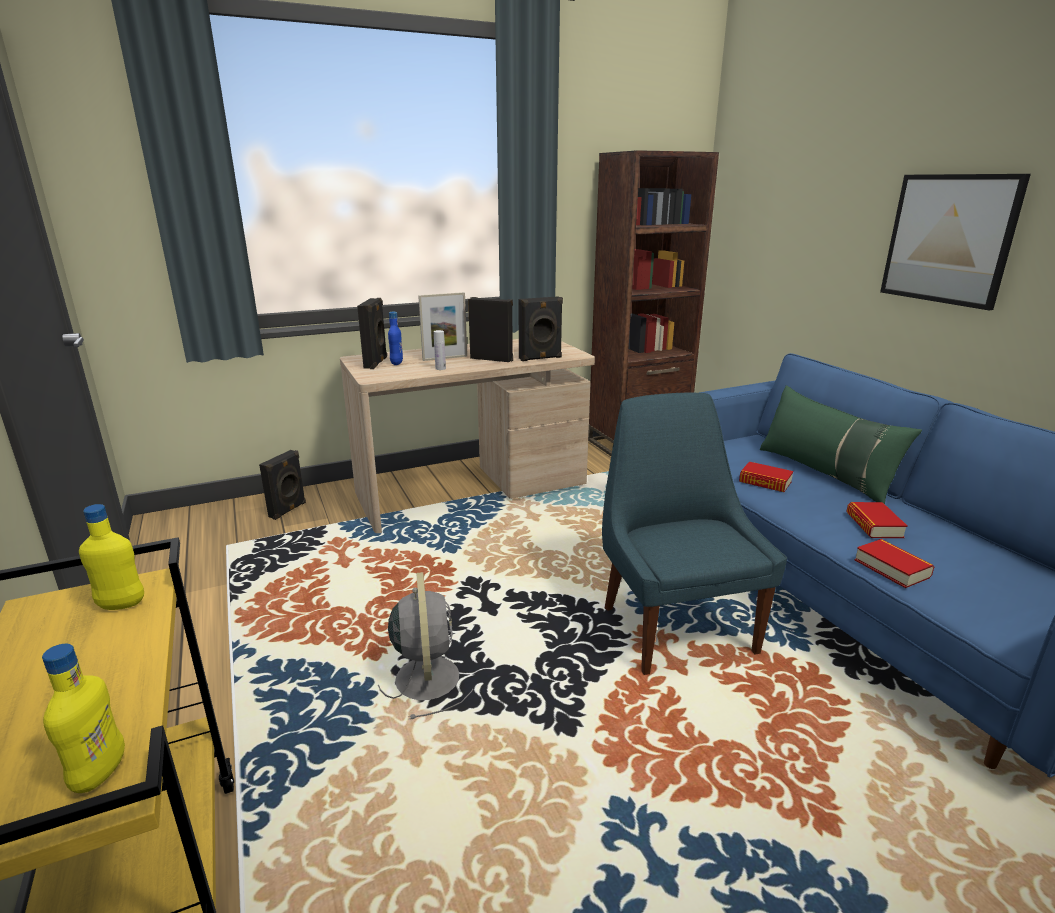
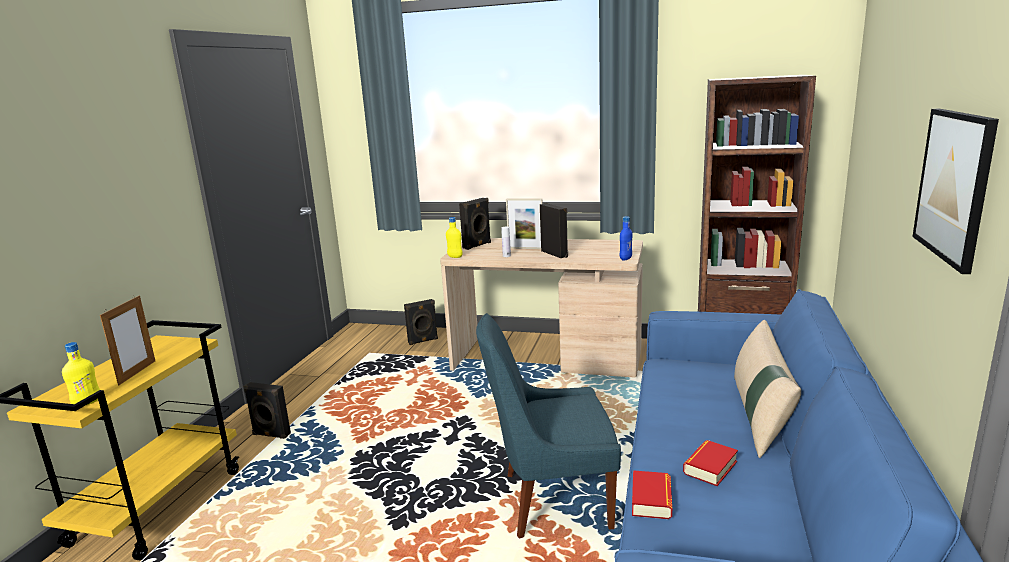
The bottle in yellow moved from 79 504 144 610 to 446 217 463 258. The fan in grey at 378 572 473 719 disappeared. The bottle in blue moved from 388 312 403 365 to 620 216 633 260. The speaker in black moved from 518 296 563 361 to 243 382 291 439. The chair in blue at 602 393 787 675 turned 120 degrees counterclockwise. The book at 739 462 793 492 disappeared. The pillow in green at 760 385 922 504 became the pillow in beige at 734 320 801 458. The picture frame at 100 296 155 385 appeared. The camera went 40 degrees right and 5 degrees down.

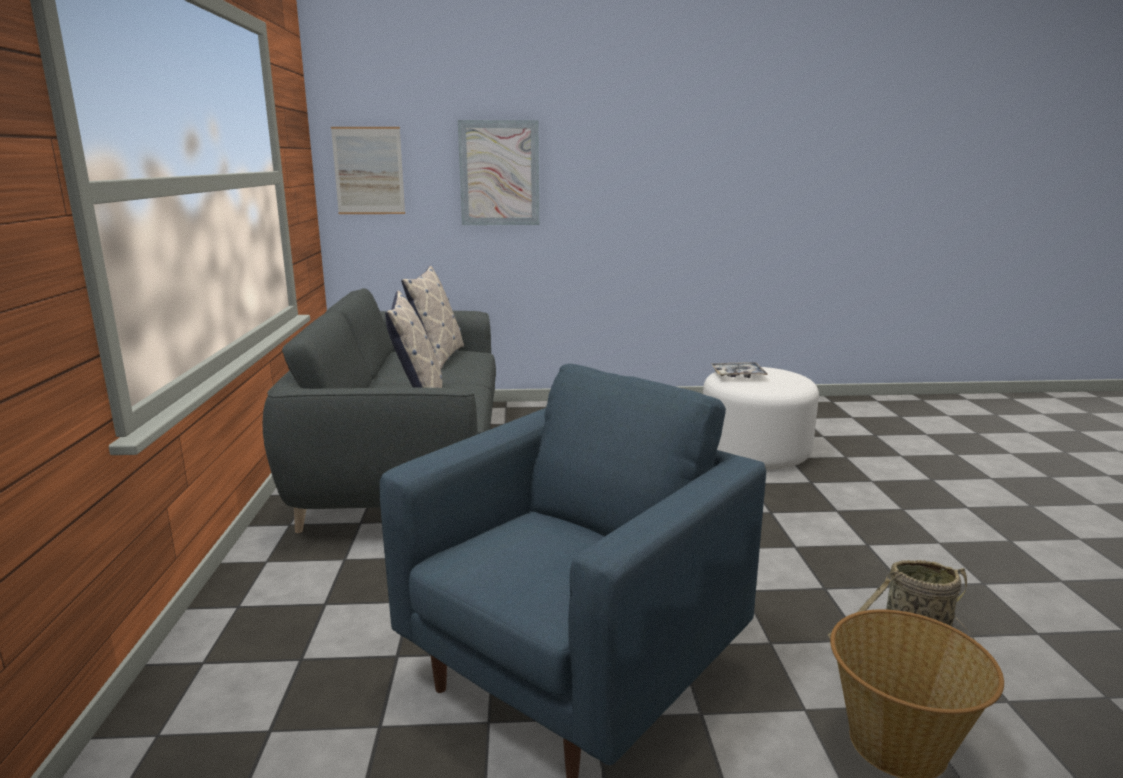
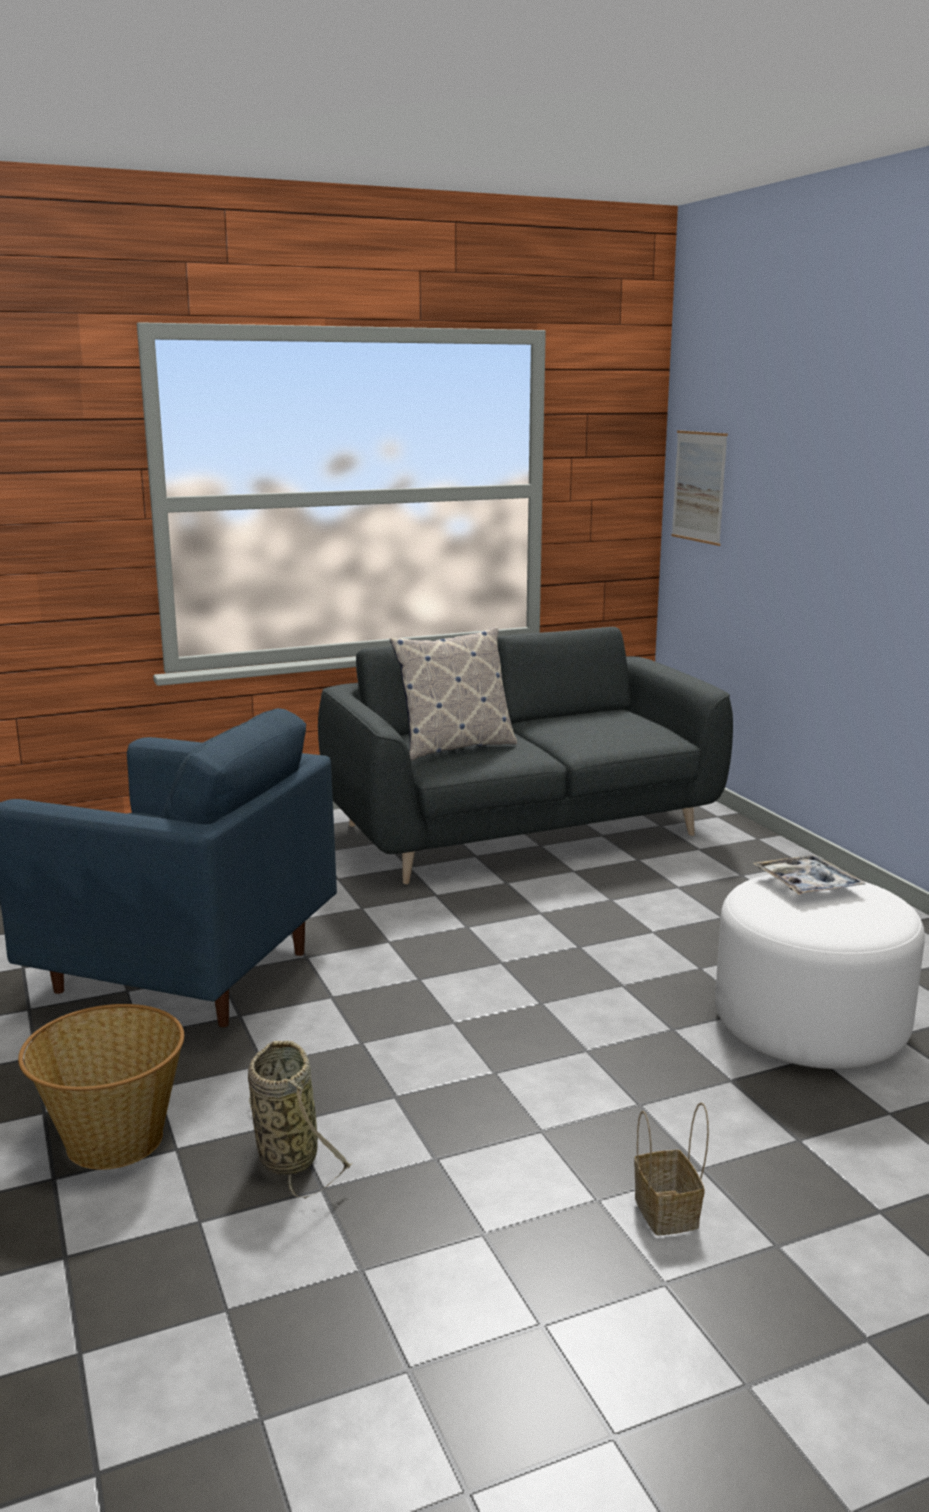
The pillow at 401 266 464 369 disappeared. The picture at 458 120 539 225 disappeared. The basket at 634 1102 709 1236 appeared. The camera went 70 degrees right and 0 degrees up.

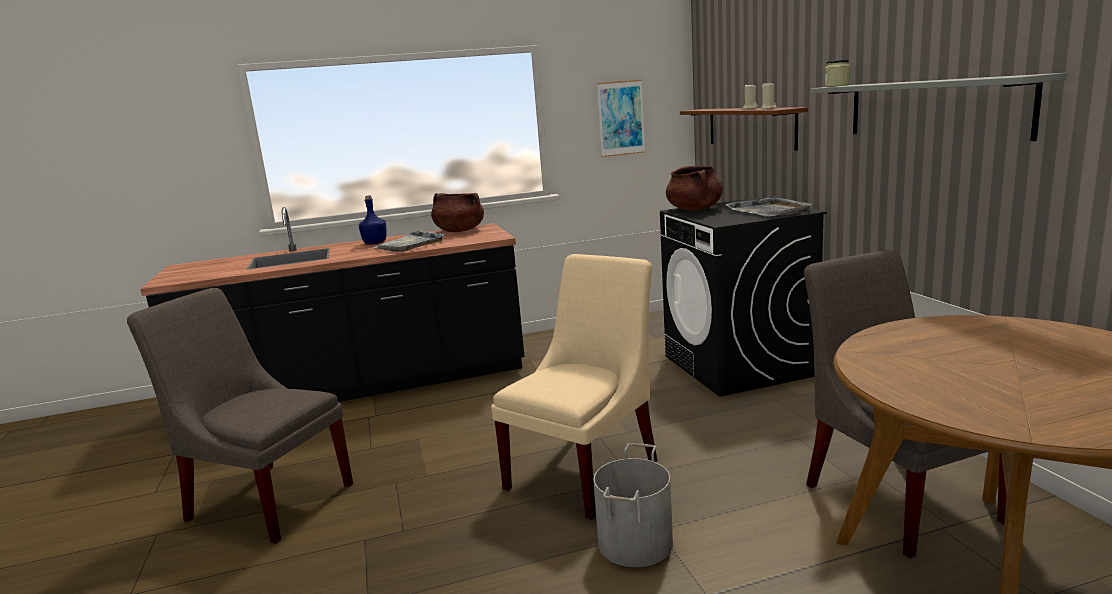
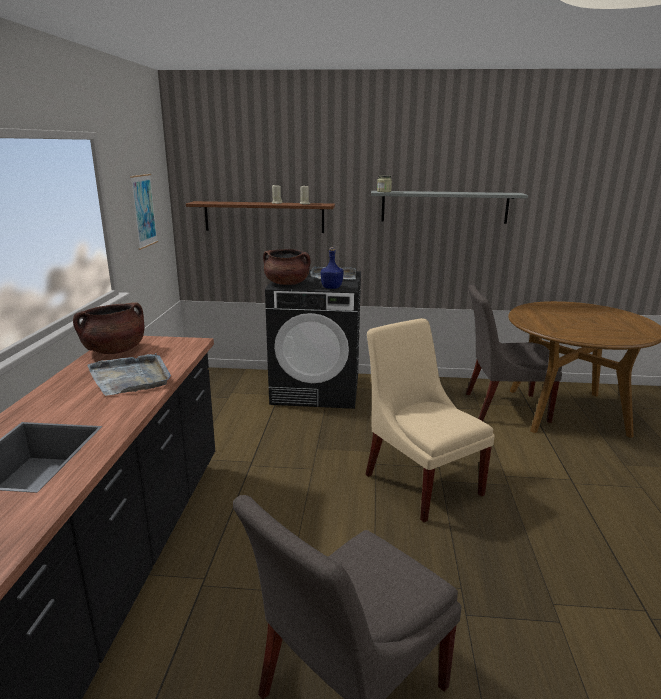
The bottle in blue moved from 359 195 387 244 to 321 247 344 289. The bucket in grey at 594 443 673 567 disappeared. The camera went 70 degrees left and 5 degrees up.

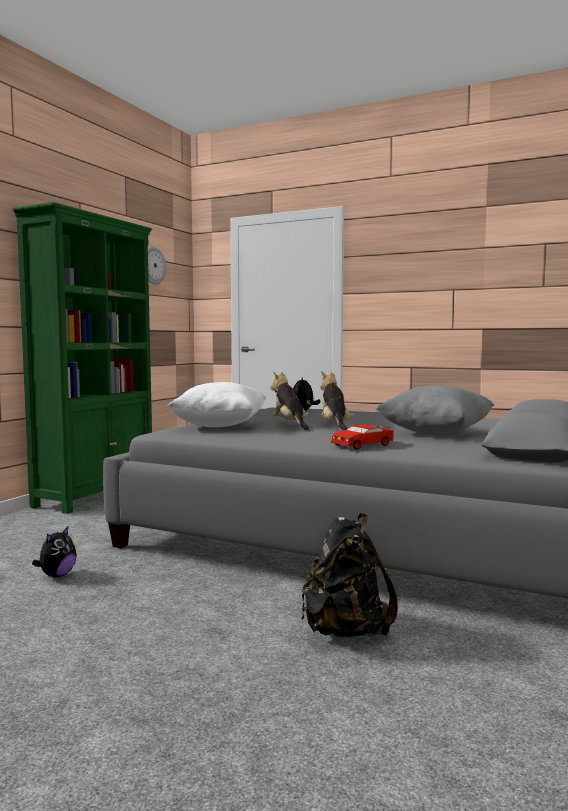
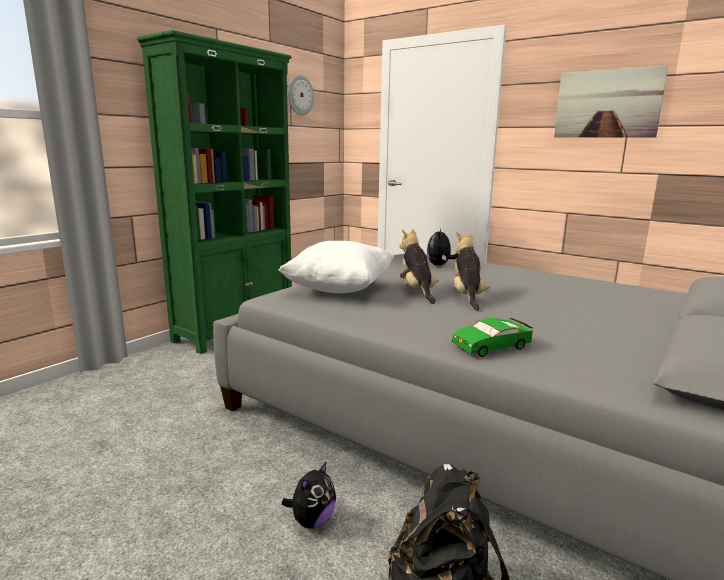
The plush toy moved from 32 526 77 577 to 282 461 336 528. The toy car in red at 331 424 394 450 became the toy car in green at 451 318 533 357. The pillow in grey at 377 386 495 434 disappeared. The picture at 554 66 668 138 appeared. The camera went 10 degrees right and 10 degrees up.

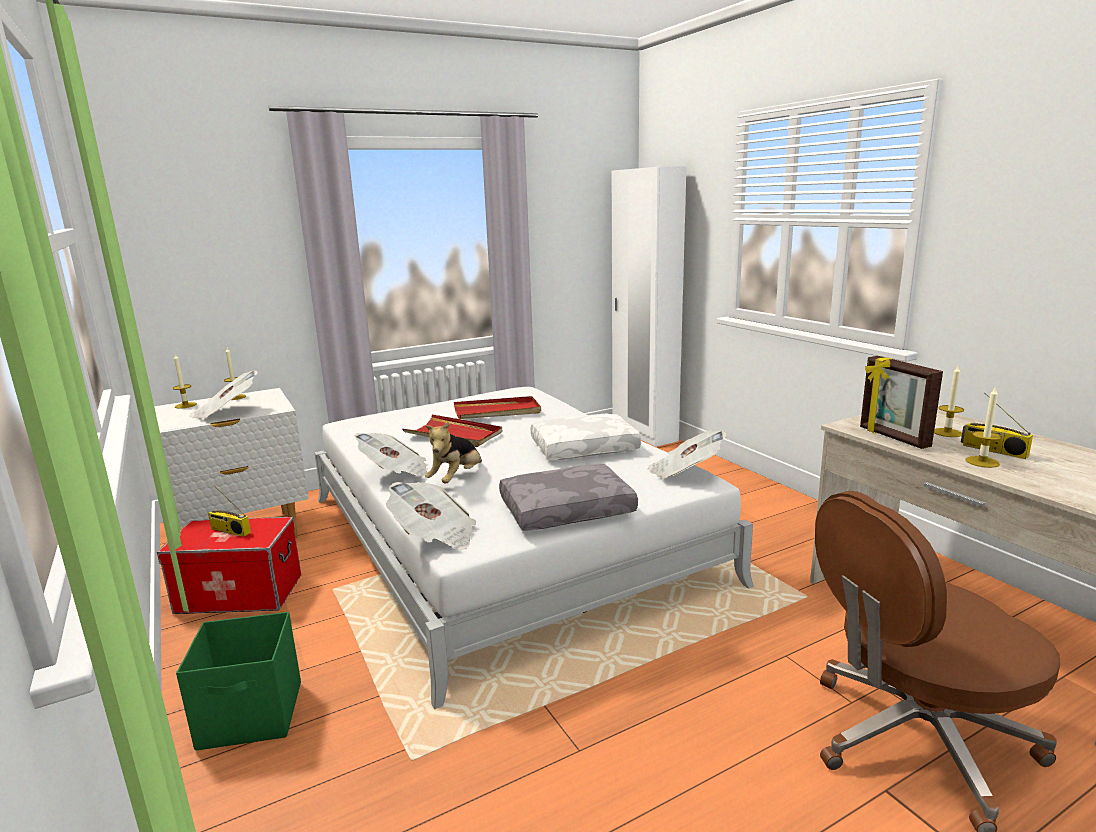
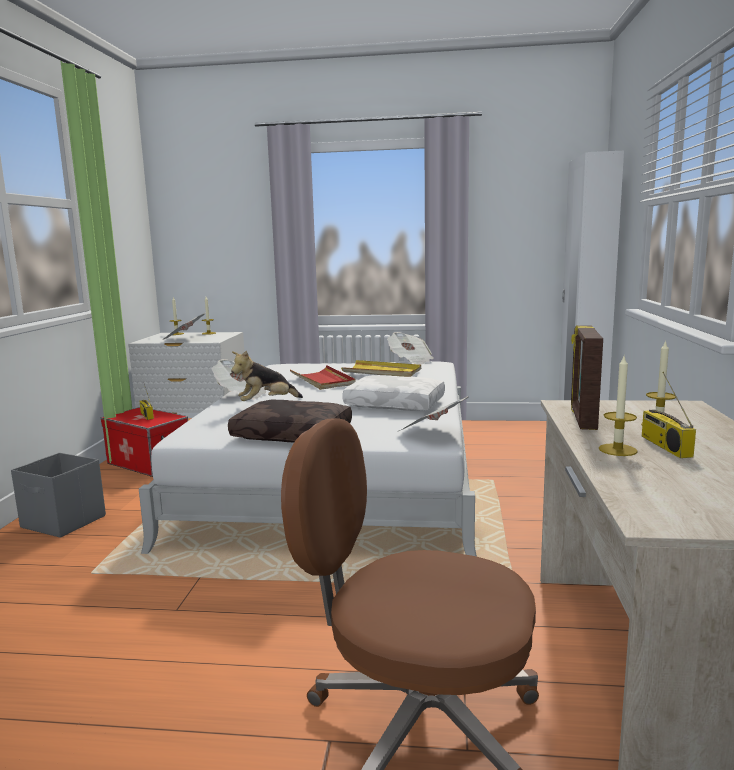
The storage box in green at 176 612 301 750 became the storage box in grey at 11 453 106 538. The newspaper moved from 386 482 476 550 to 387 332 434 365. The tray in red at 454 396 541 419 became the tray in yellow at 341 360 421 377. The pillow in grey at 499 464 638 531 became the pillow in brown at 228 400 352 443. The camera went 35 degrees right and 5 degrees down.

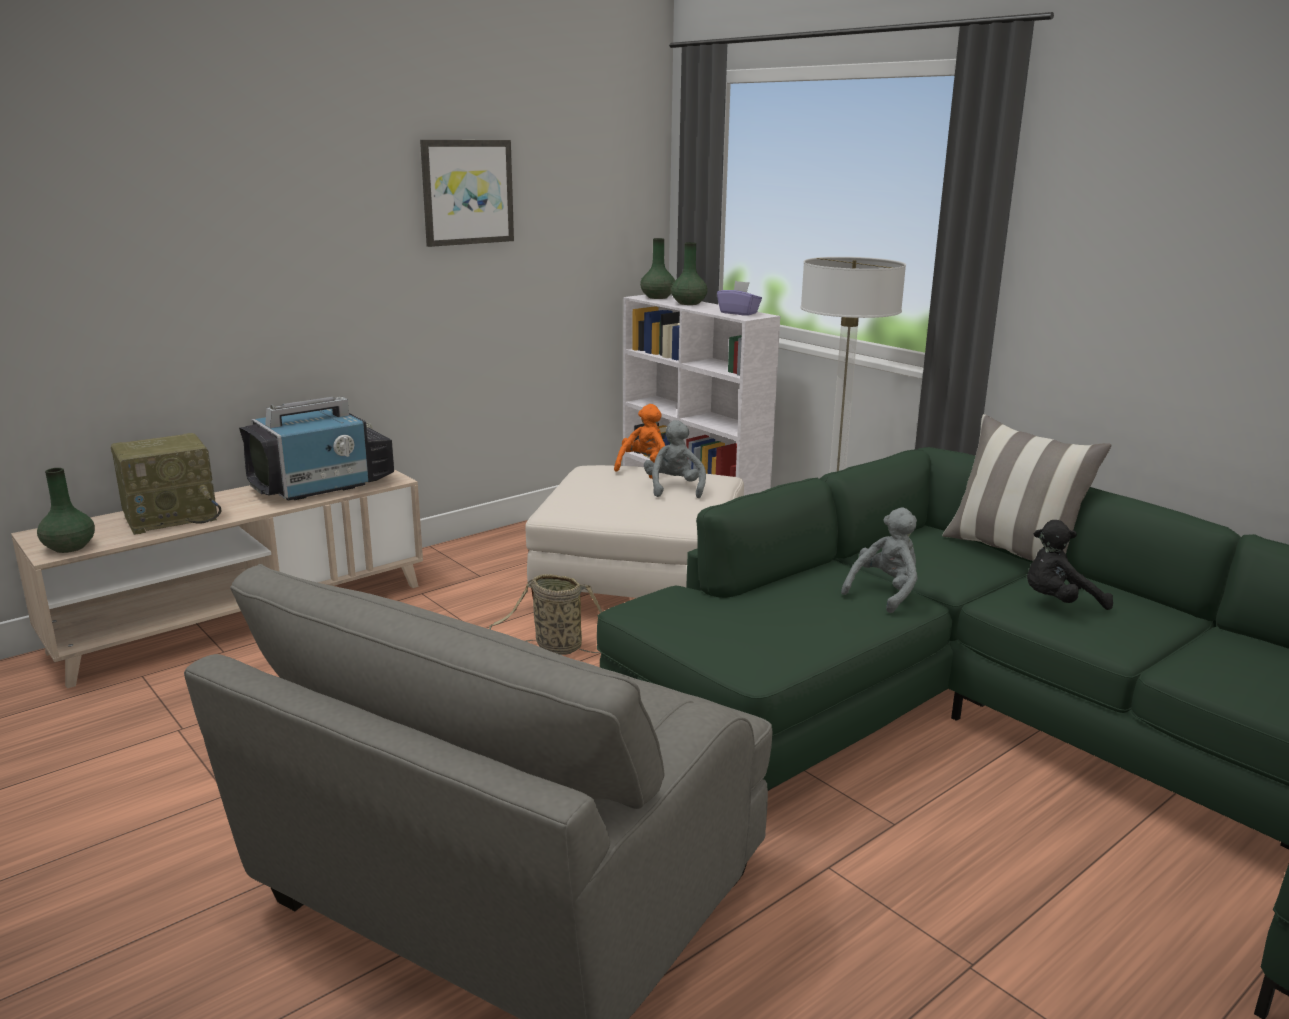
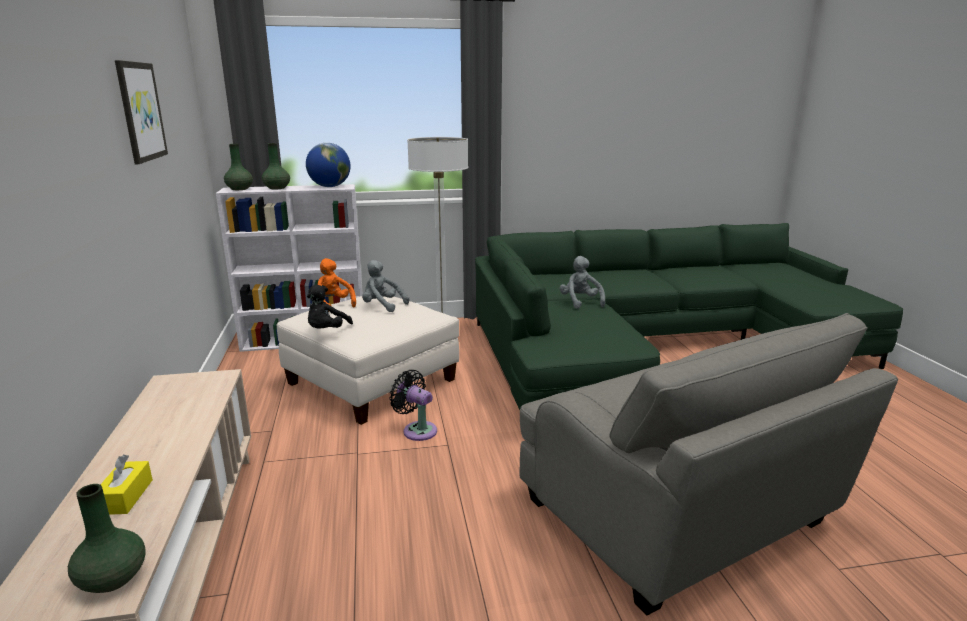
The radio at 111 433 221 535 was replaced by the tissue box in yellow at 100 455 153 515. The television at 239 397 394 501 disappeared. The basket at 489 574 602 655 was replaced by the fan in black at 389 370 437 441. The tissue box in purple at 717 281 762 316 was replaced by the globe at 306 143 350 187. The pillow at 942 414 1112 561 disappeared. The plush toy in black moved from 1027 520 1113 610 to 307 285 353 329. The camera went 60 degrees left and 0 degrees up.

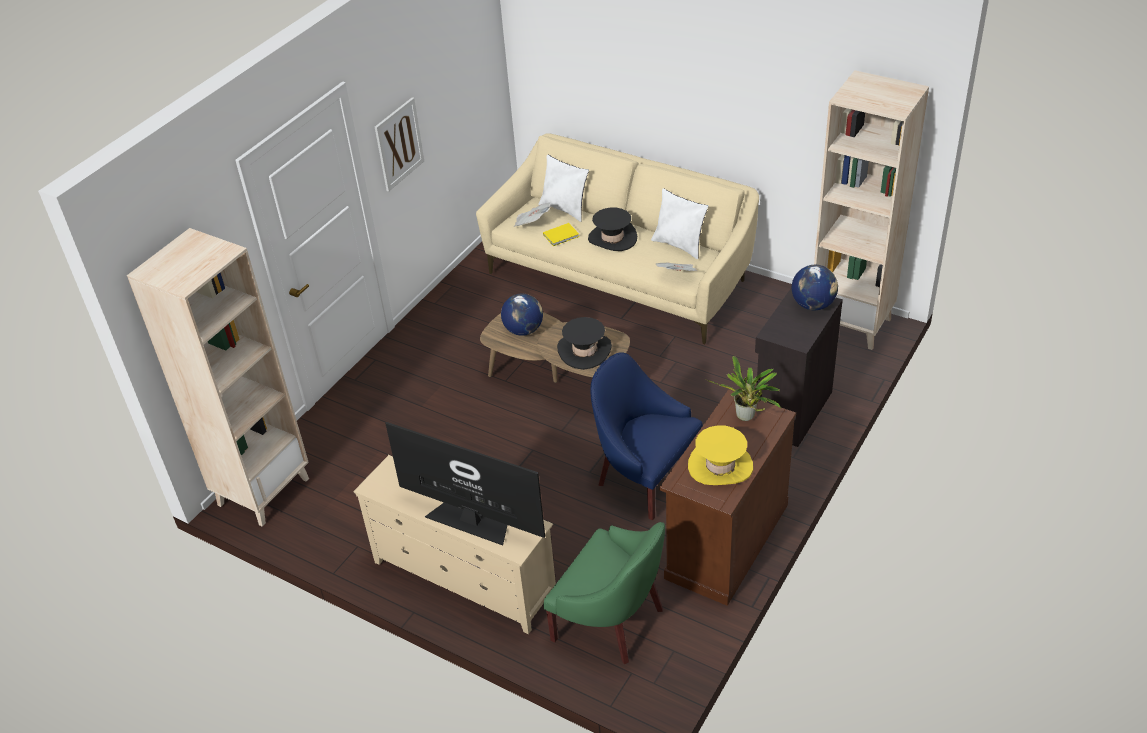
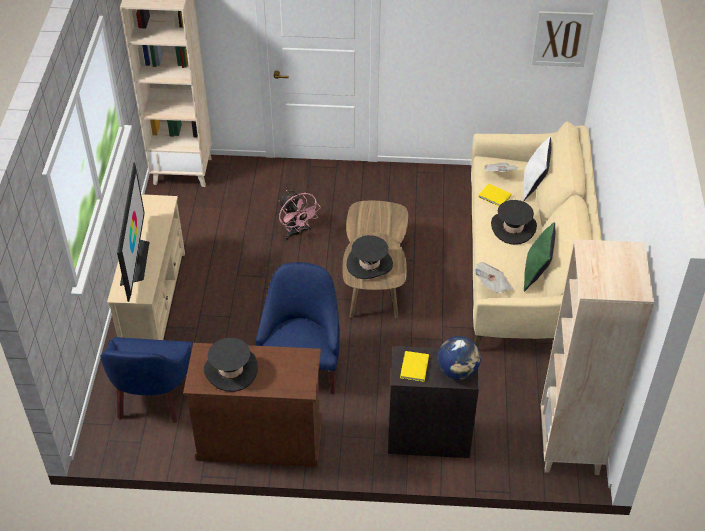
The picture moved from 375 97 424 192 to 532 11 593 67. The globe at 501 294 543 336 disappeared. The armchair in green at 543 522 665 664 became the armchair in blue at 101 337 193 423. The pillow in white at 651 188 708 259 became the pillow in green at 524 222 555 292. The hat in yellow at 688 425 753 485 became the hat in black at 204 338 258 392. The potted plant at 707 356 781 421 disappeared. The fan in pink at 278 190 321 240 appeared. The book in yellow at 400 351 429 382 appeared. The camera went 60 degrees right and 5 degrees up.

